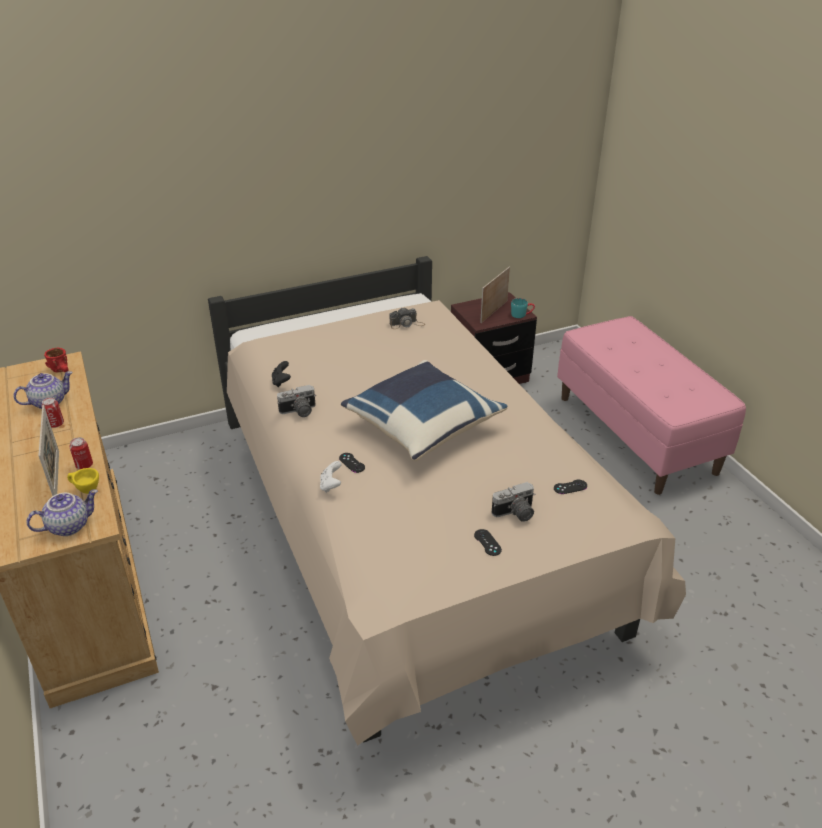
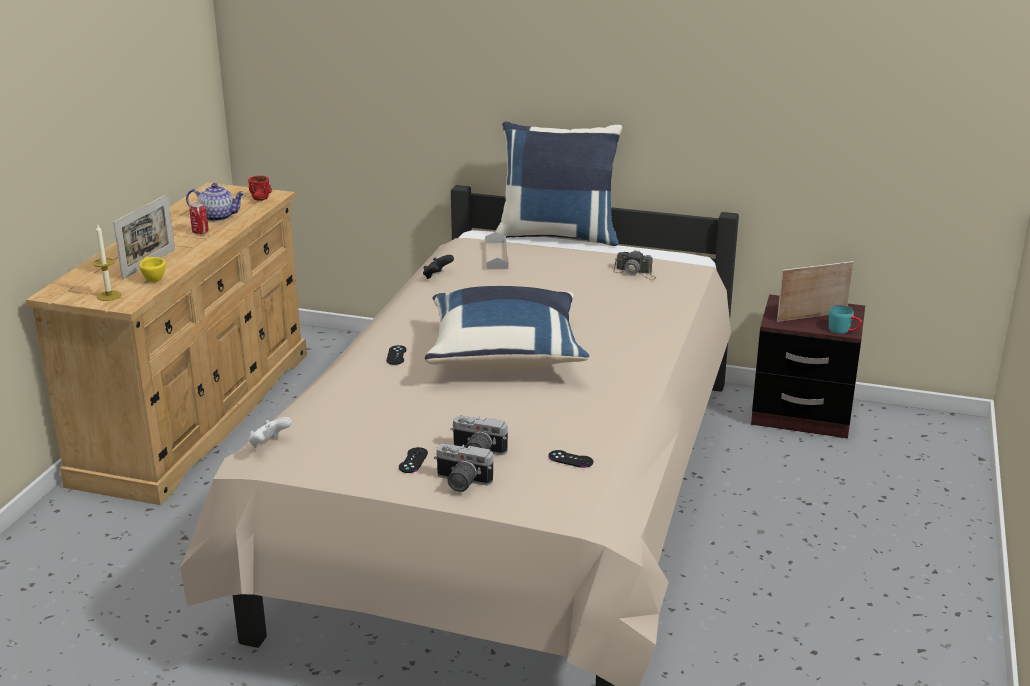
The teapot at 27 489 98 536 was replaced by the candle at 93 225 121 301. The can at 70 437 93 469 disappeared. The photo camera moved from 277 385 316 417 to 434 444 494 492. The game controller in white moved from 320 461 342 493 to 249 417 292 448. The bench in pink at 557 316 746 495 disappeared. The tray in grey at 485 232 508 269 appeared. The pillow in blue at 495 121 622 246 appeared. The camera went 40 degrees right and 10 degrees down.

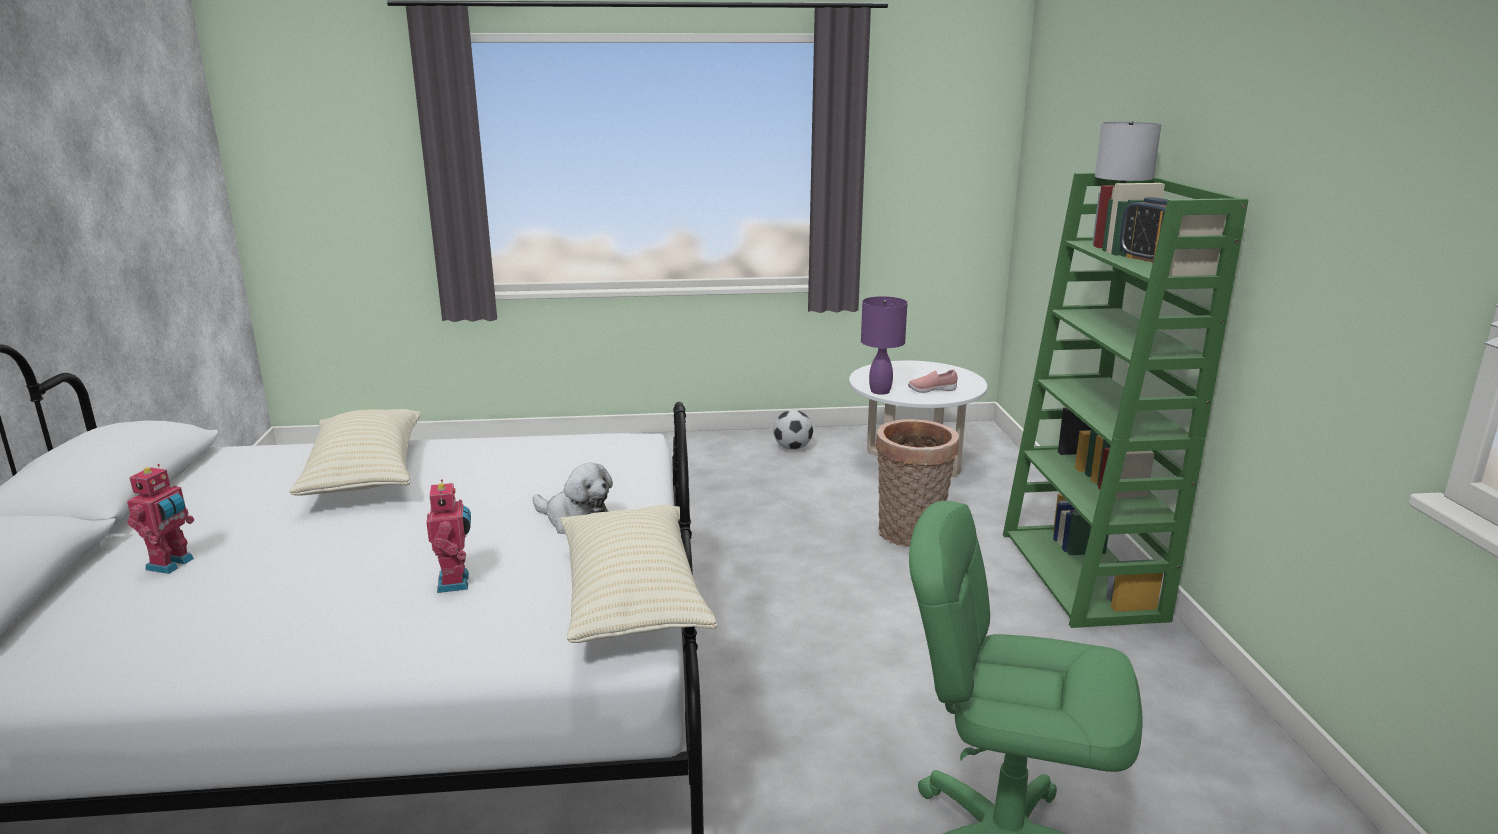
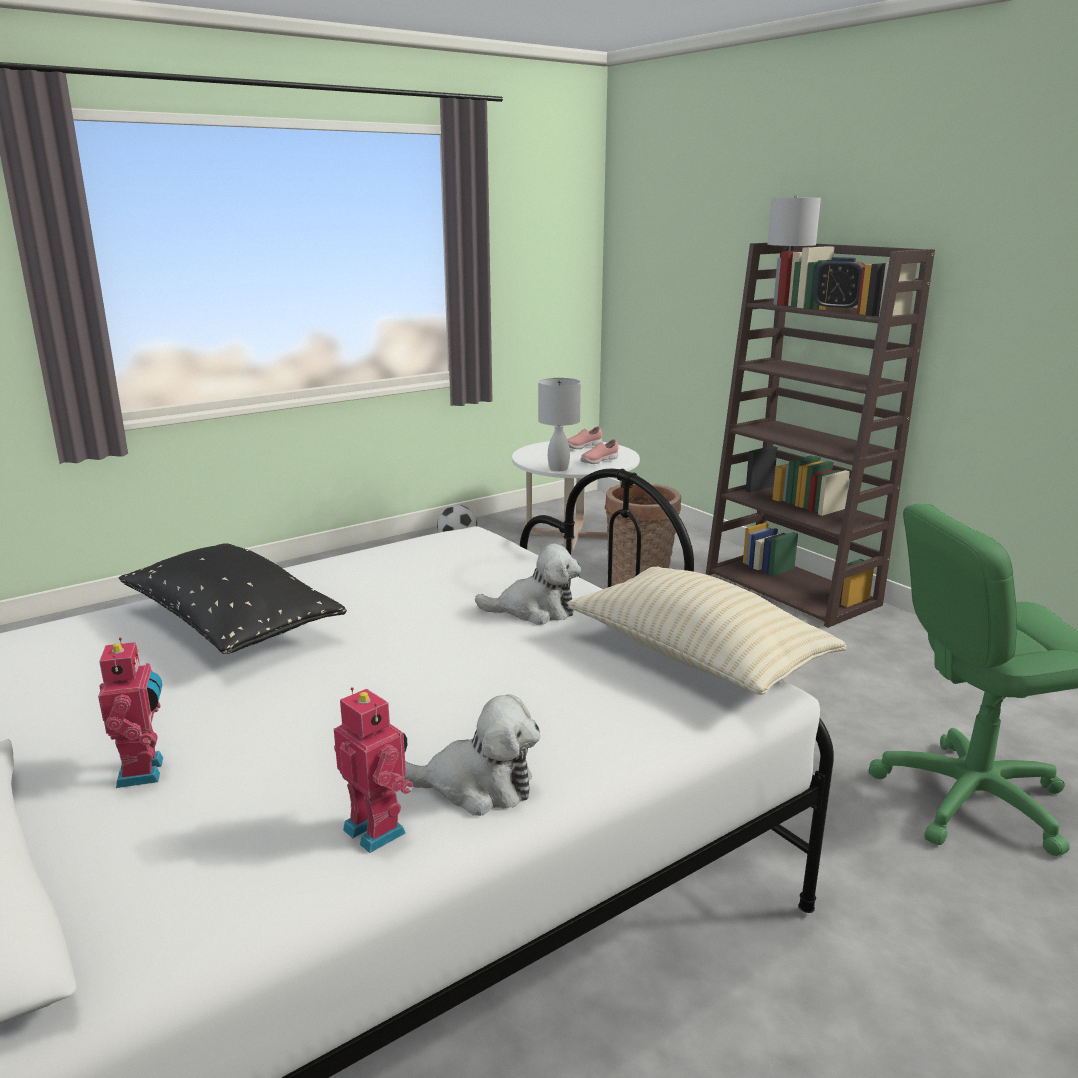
The pillow in beige at 289 409 420 496 became the pillow in black at 119 543 347 654. The toy robot moved from 426 479 471 593 to 334 687 413 853. The table lamp in purple at 861 296 908 395 became the table lamp in white at 538 378 581 471. The bookcase in green at 1003 173 1249 628 became the bookcase in brown at 706 243 935 628. The plush toy at 404 694 541 816 appeared. The shoe in pink at 567 426 602 449 appeared. The camera went 30 degrees left and 0 degrees up.

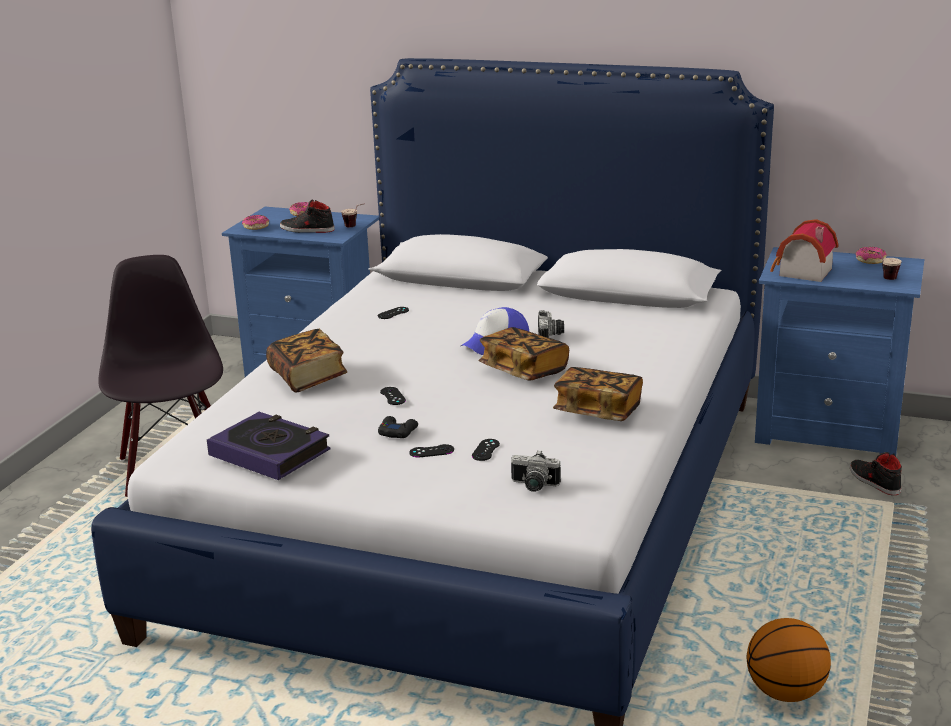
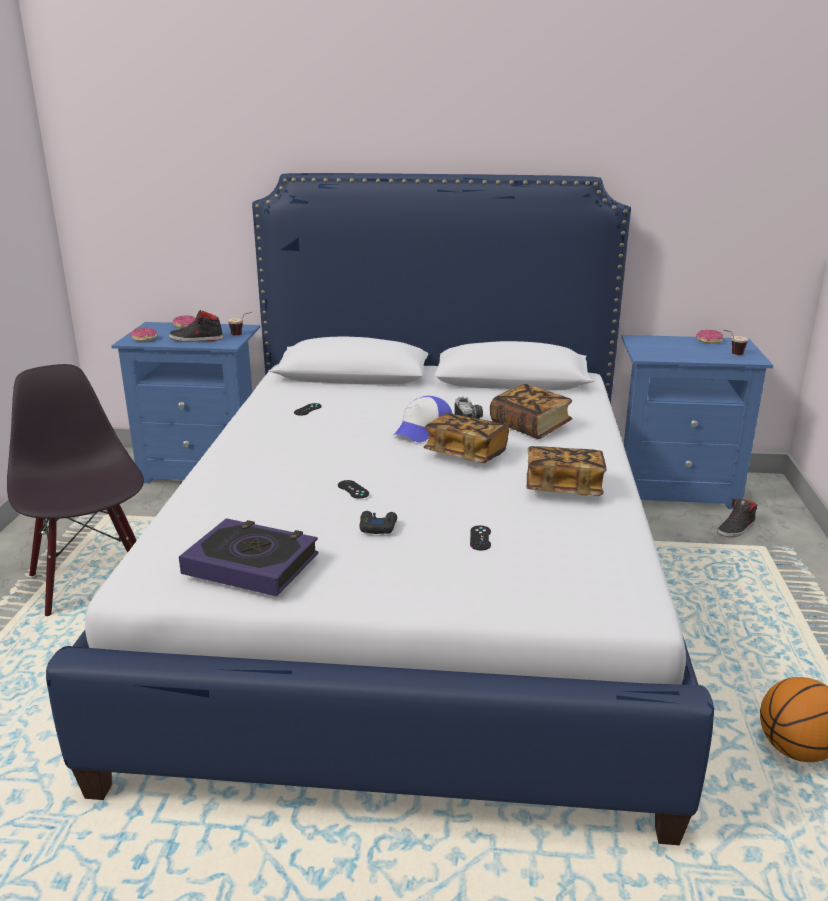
The book moved from 266 329 347 393 to 490 384 572 439. The game controller in black at 409 444 454 458 disappeared. The photo camera at 511 450 561 492 disappeared. The toy house at 770 219 839 282 disappeared. The shoe in black at 850 452 902 495 turned 90 degrees counterclockwise. The camera went 15 degrees left and 0 degrees up.

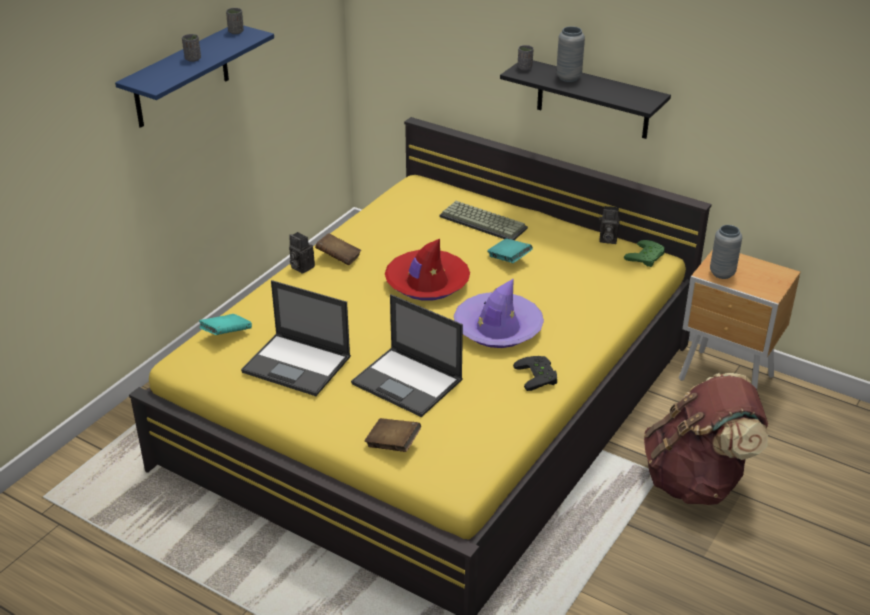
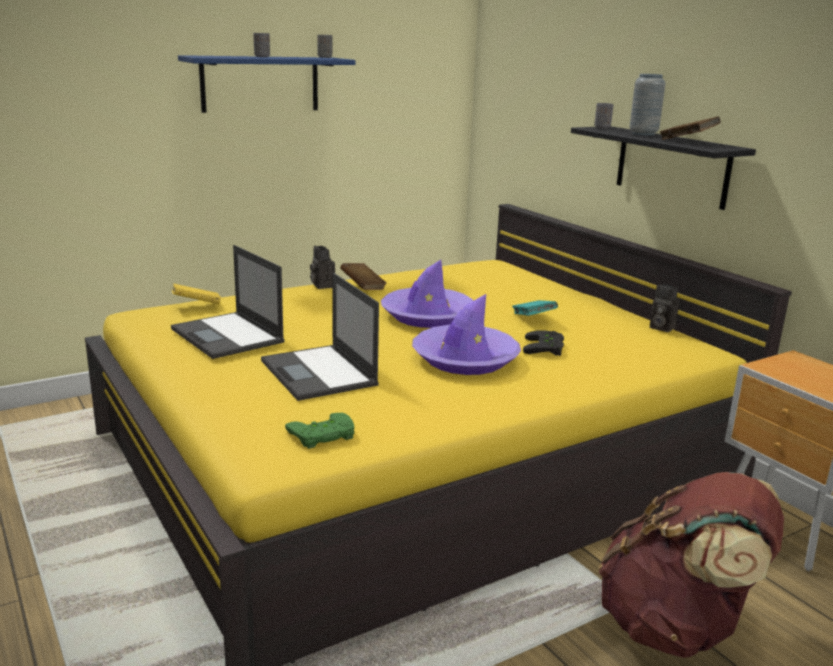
The book in turquoise at 199 314 252 335 became the book in yellow at 172 283 221 304. The book in brown moved from 364 418 421 452 to 660 116 720 140. The hat in red at 385 239 470 301 became the hat in purple at 381 260 473 328. The keyboard at 439 201 528 240 disappeared. The game controller in black moved from 513 356 557 391 to 523 330 564 356. The game controller in green moved from 624 240 665 267 to 285 413 355 449. The vase in grey at 710 225 742 279 disappeared. The camera went 25 degrees right and 15 degrees down.

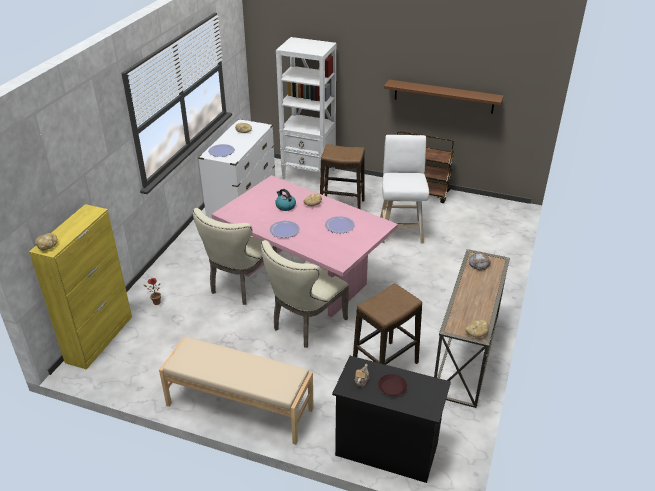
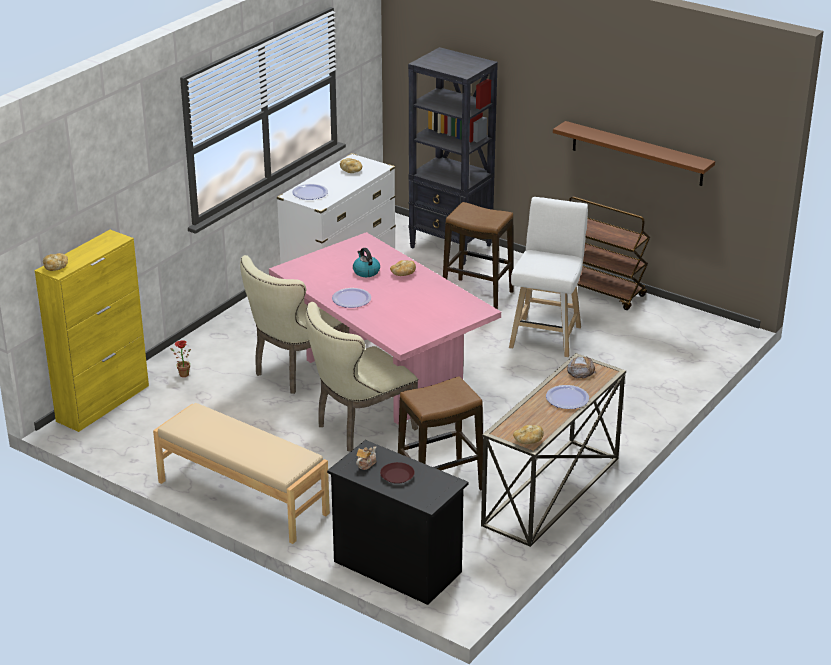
The bookcase in white at 276 37 336 179 became the bookcase in black at 408 47 498 265. The plate moved from 325 216 355 233 to 546 385 589 409. The camera went 15 degrees right and 5 degrees down.

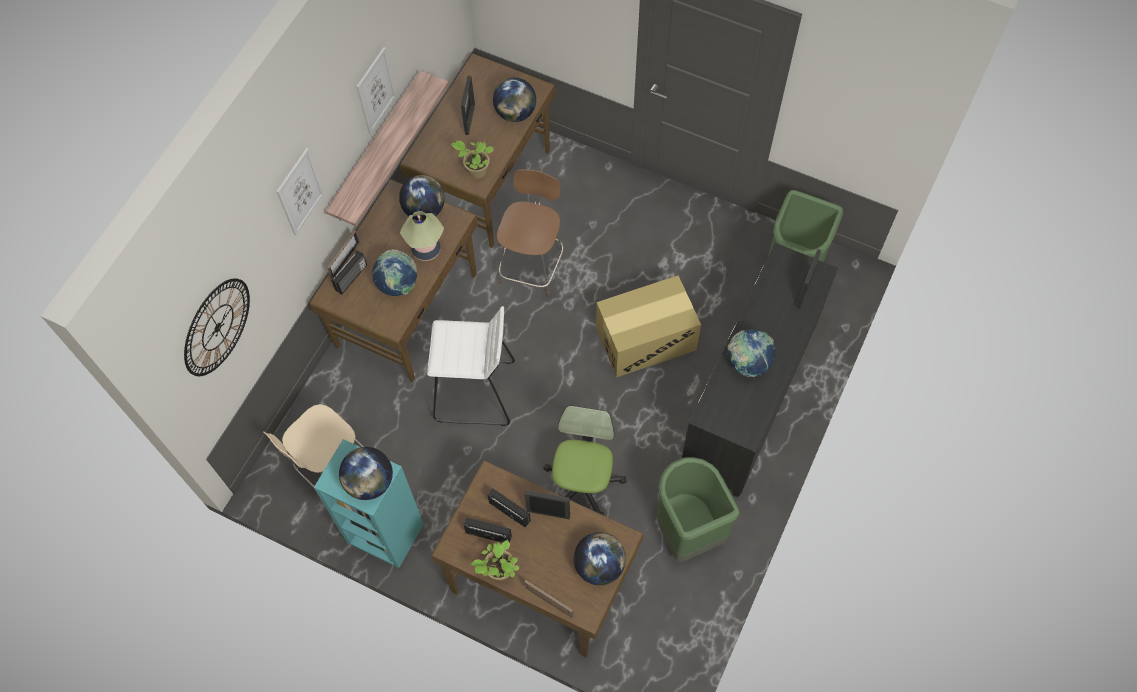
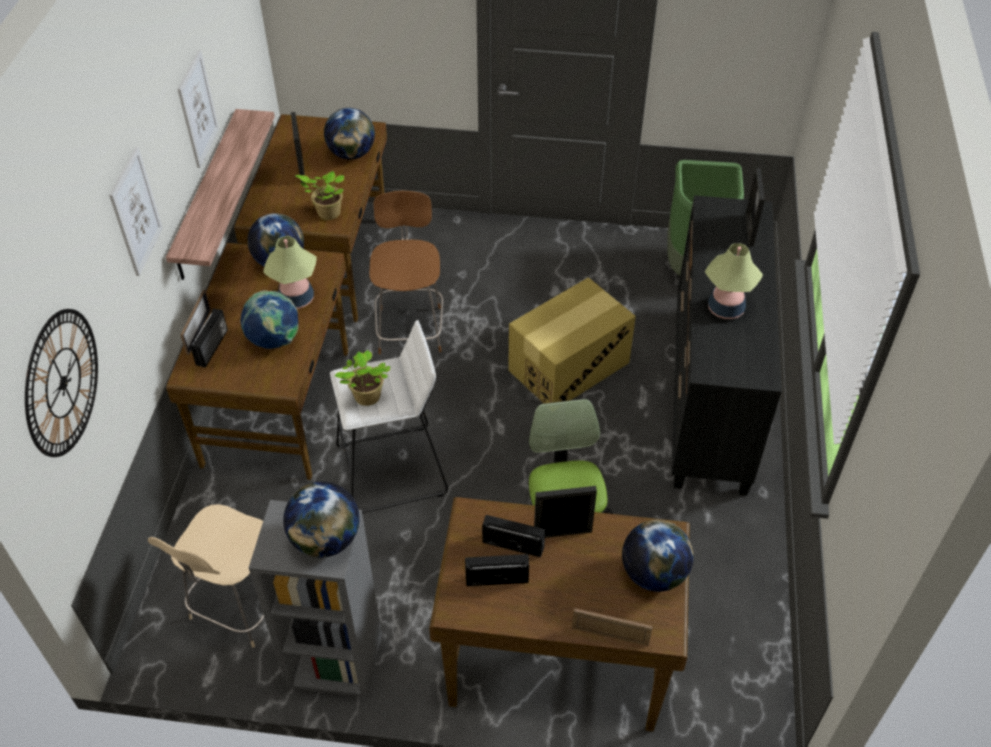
The bookcase in turquoise at 314 439 424 568 became the bookcase in grey at 249 500 382 698. The potted plant moved from 472 540 520 581 to 335 350 390 406. The trash can in green at 656 457 739 562 disappeared. The globe at 727 329 775 377 was replaced by the table lamp at 705 243 763 319. The camera went 20 degrees left and 15 degrees down.

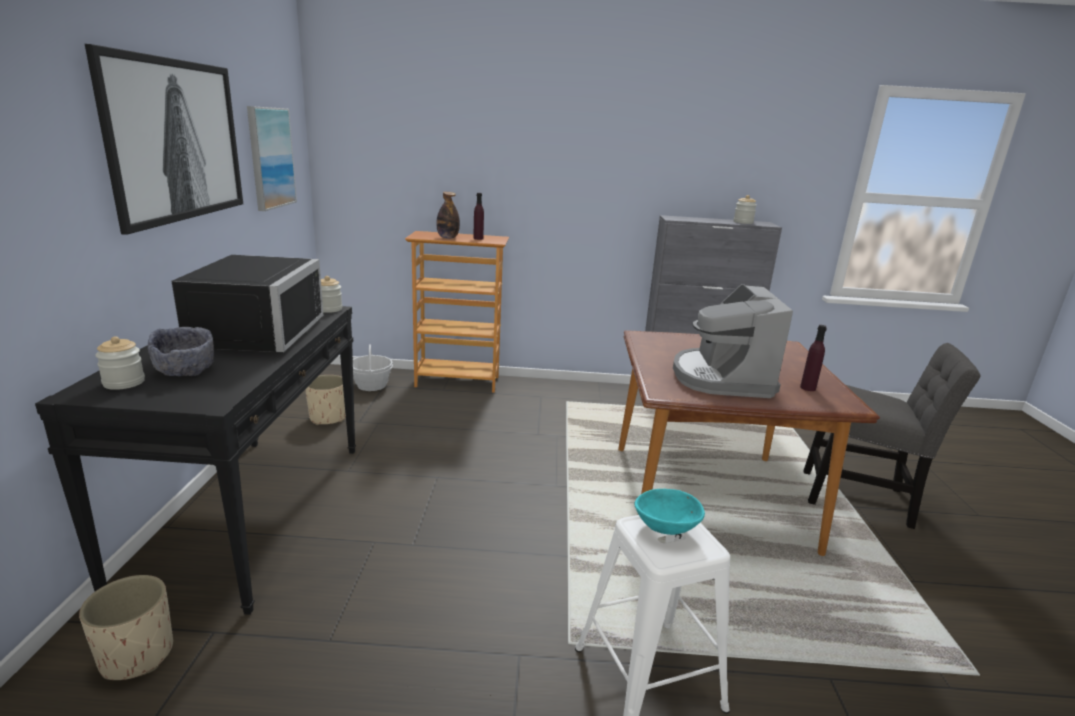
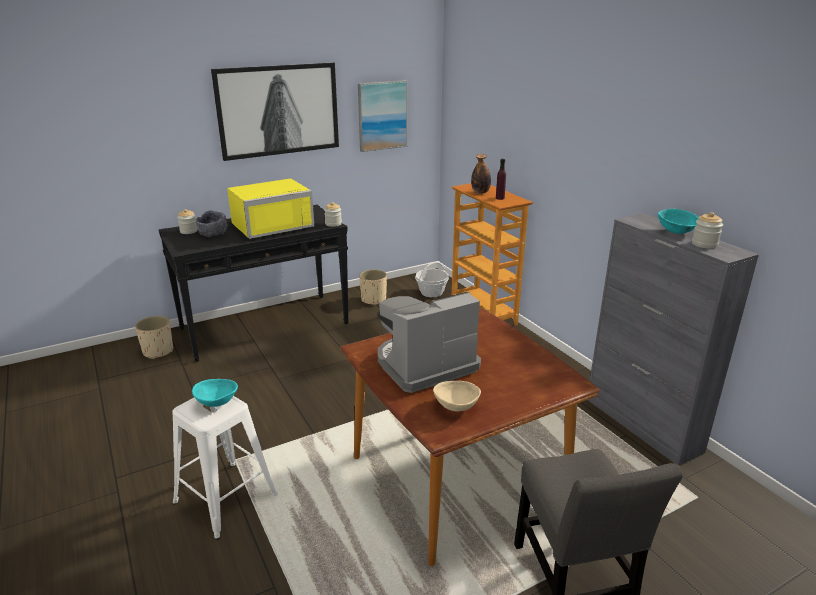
The microwave in black at 172 255 323 352 became the microwave in yellow at 227 178 314 239. The bottle in purple at 800 325 827 391 was replaced by the bowl in beige at 433 381 481 411. The bowl in turquoise at 658 209 699 234 appeared. The camera went 60 degrees right and 5 degrees up.

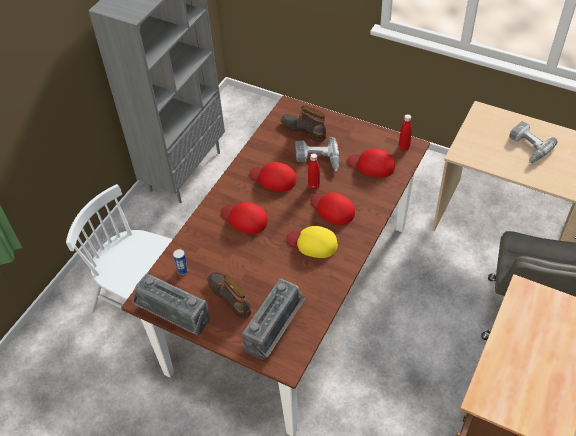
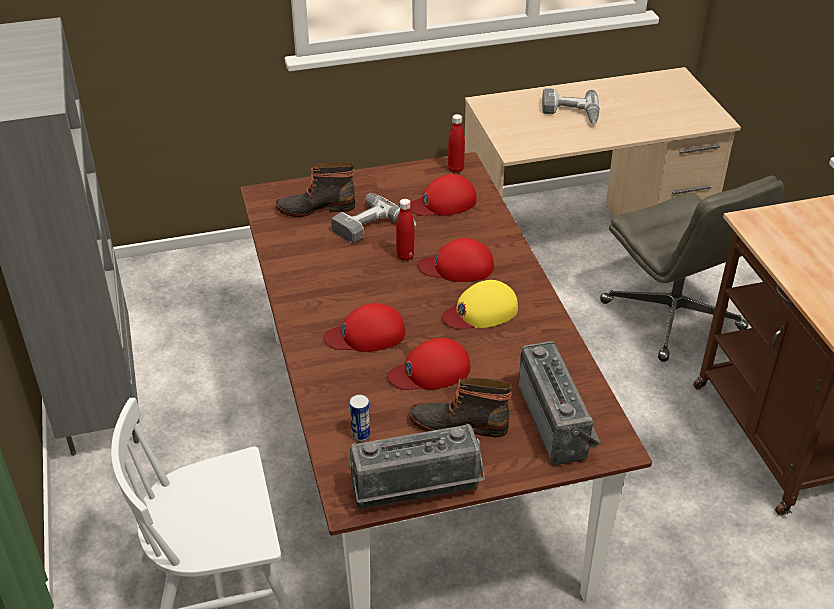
The cap in red moved from 250 162 297 192 to 387 338 471 390. The camera went 45 degrees left and 10 degrees down.

